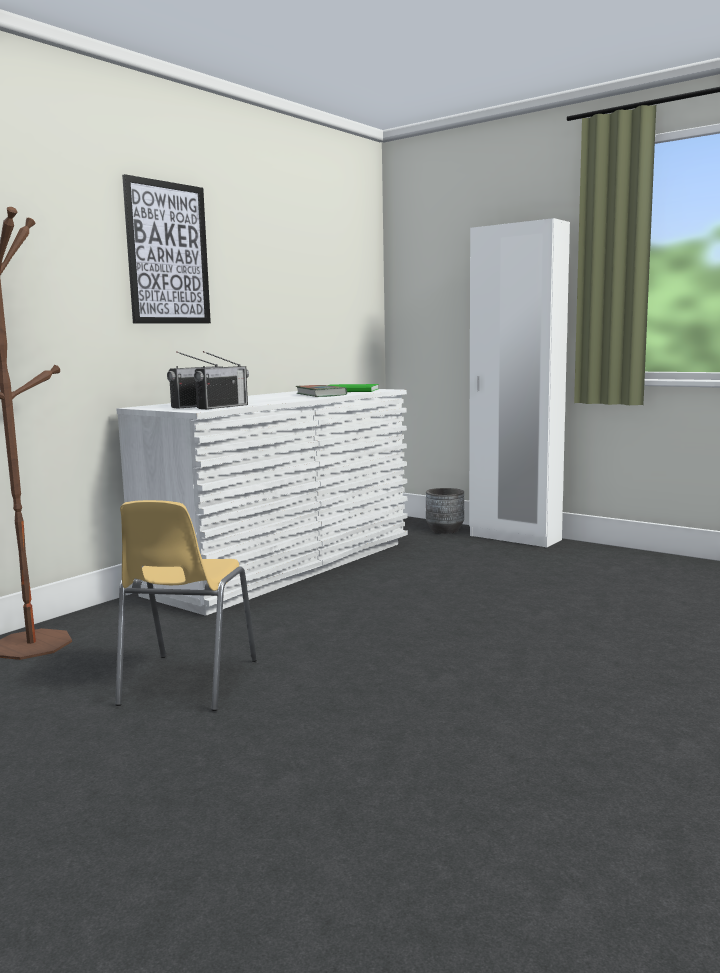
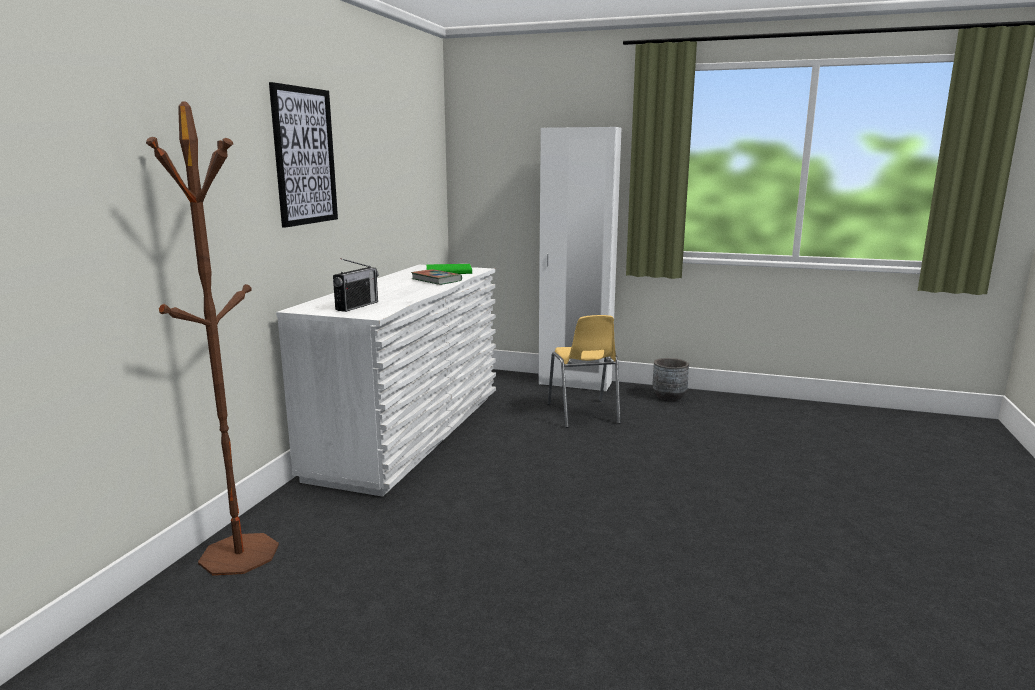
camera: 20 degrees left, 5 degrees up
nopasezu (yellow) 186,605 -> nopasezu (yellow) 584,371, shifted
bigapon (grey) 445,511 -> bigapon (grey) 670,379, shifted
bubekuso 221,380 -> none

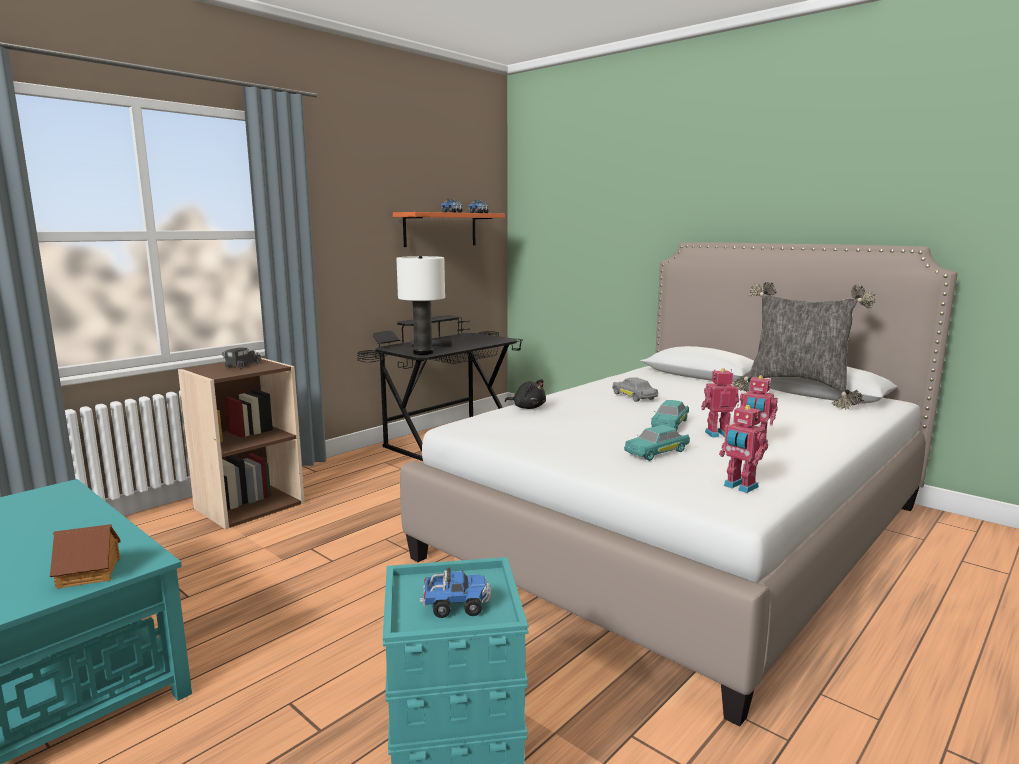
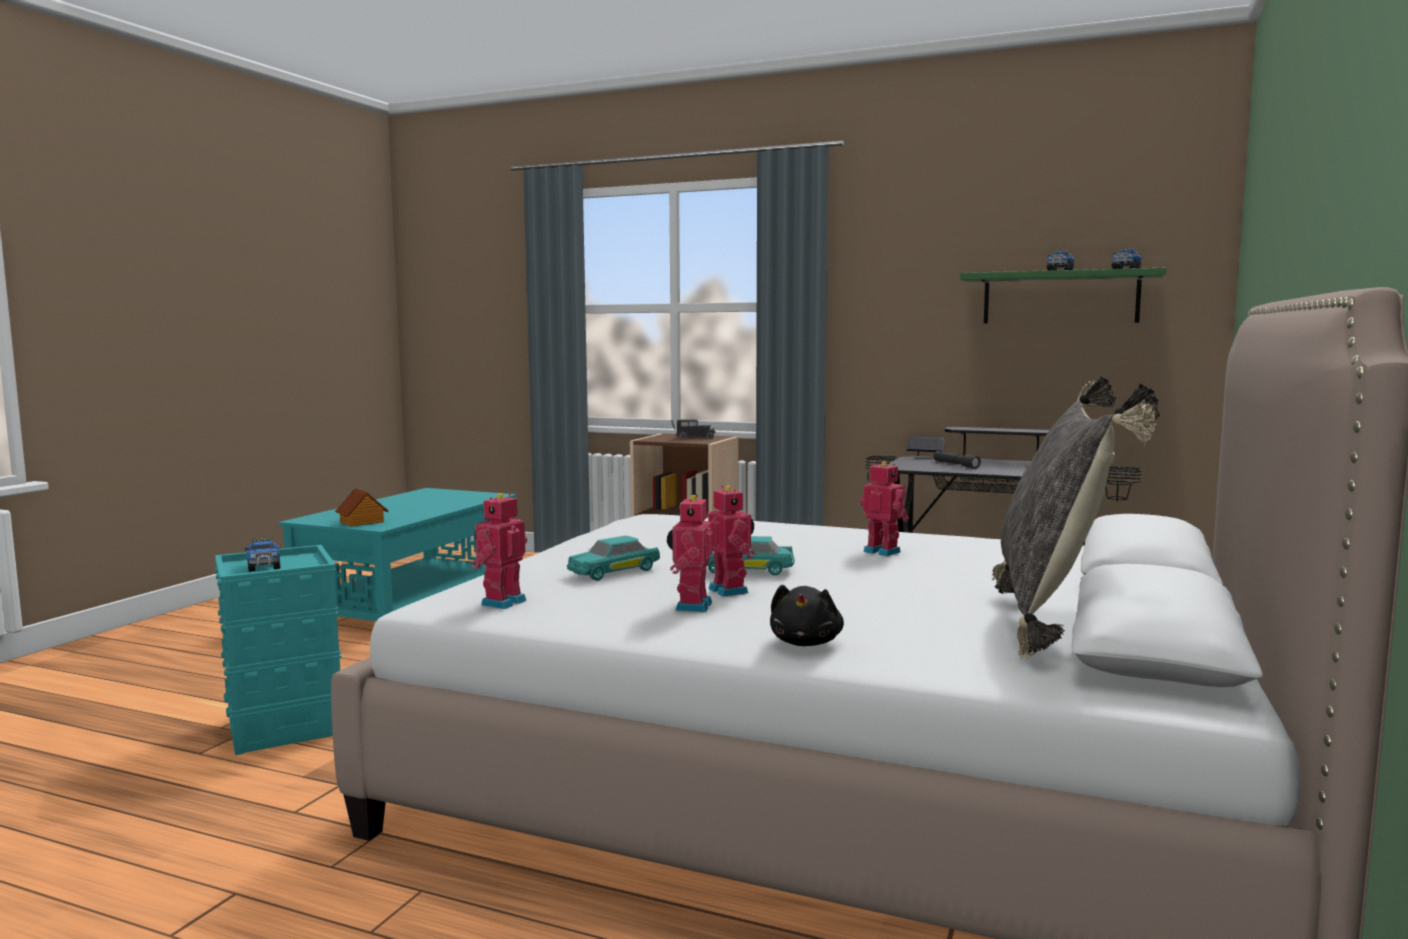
camera: 70 degrees right, 5 degrees down
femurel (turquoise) 657,443 -> femurel (turquoise) 613,558, 75 degrees counterclockwise
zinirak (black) 525,394 -> zinirak (black) 807,615, shifted
femurel (grey) 635,389 -> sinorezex 884,508
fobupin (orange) 449,229 -> fobupin (green) 1063,296
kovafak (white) 420,305 -> none

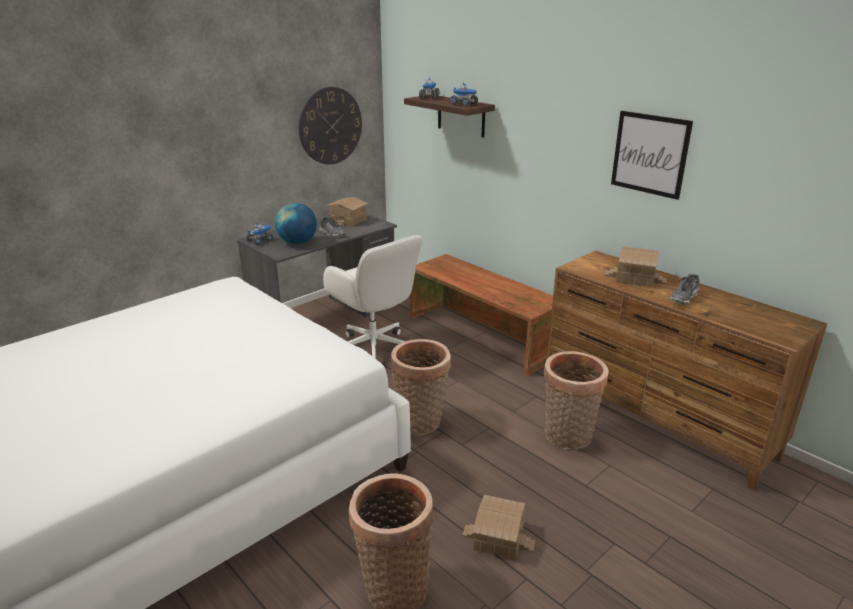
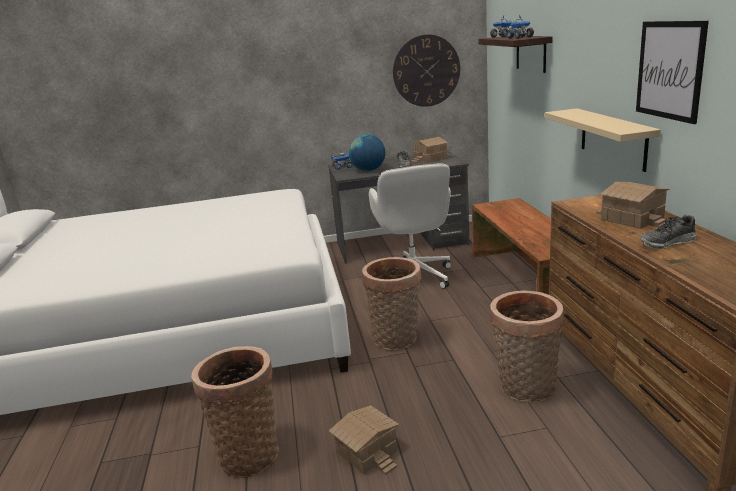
camera: 35 degrees right, 5 degrees down
none -> fobupin (beige) 603,140

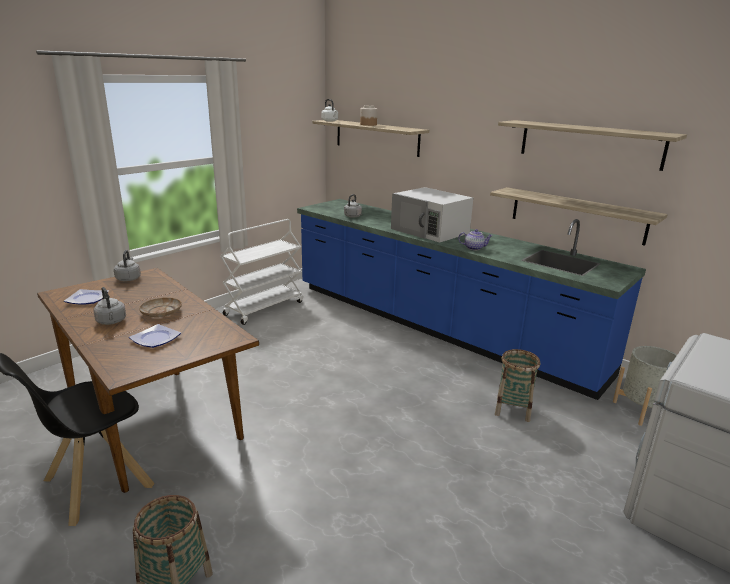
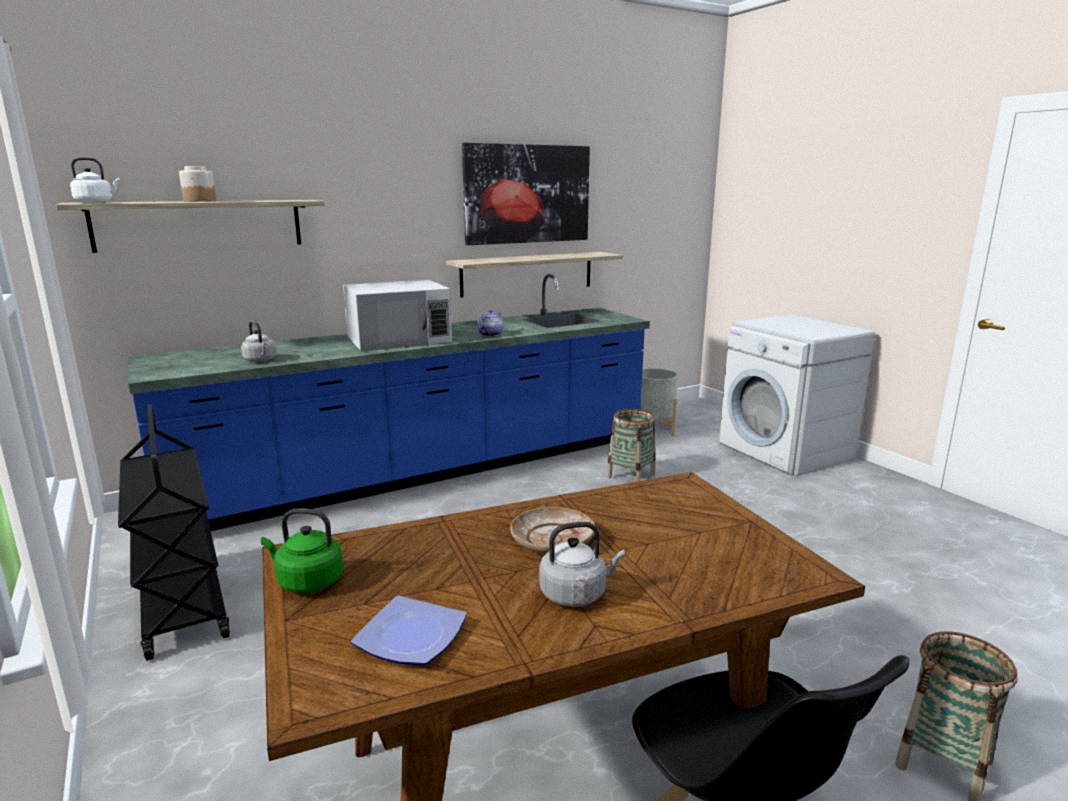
camera: 70 degrees left, 5 degrees down
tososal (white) 261,272 -> tososal (black) 174,532
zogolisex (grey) 127,265 -> zogolisex (green) 302,551
fobupin 592,145 -> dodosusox 526,194
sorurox 155,336 -> none

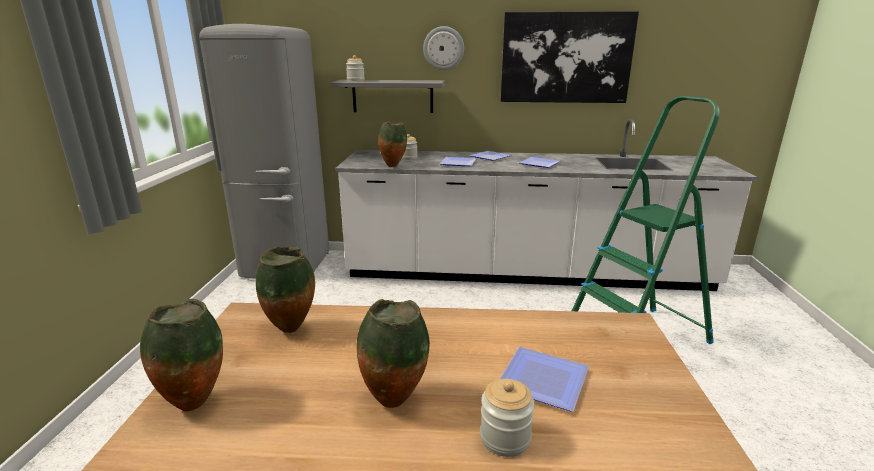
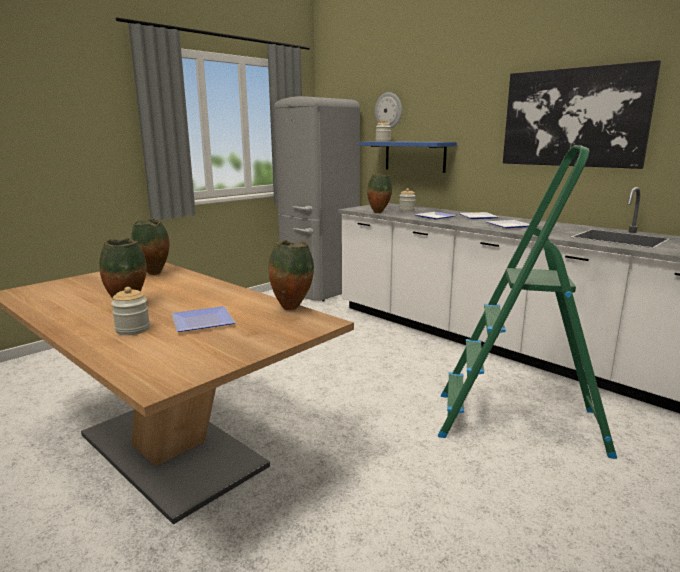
camera: 40 degrees right, 5 degrees down
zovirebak 181,355 -> zovirebak 291,275, shifted
fobupin (grey) 387,96 -> fobupin (blue) 408,157
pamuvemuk 443,48 -> pamuvemuk 388,110, shifted

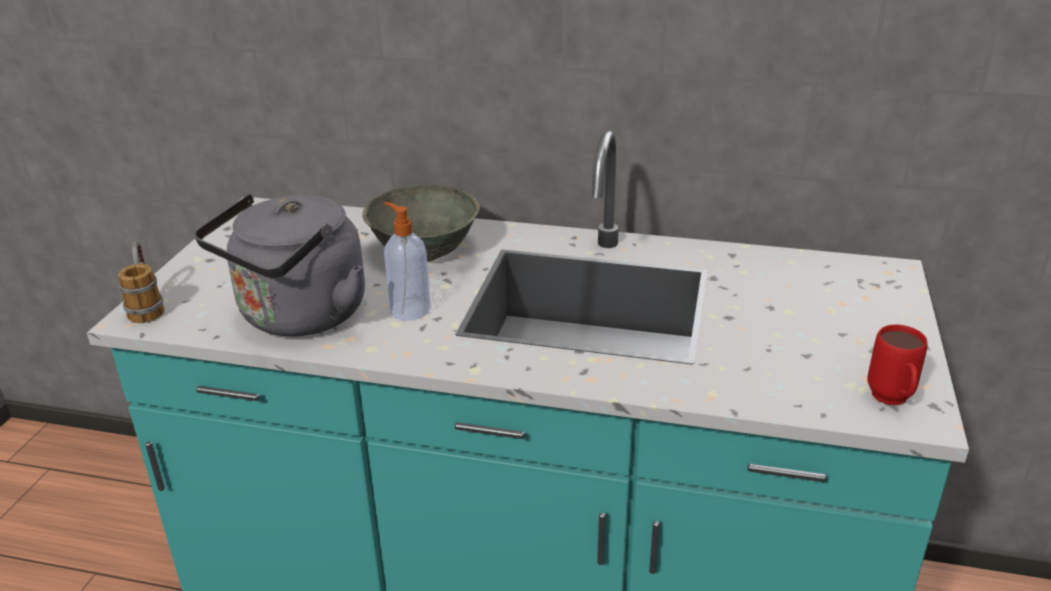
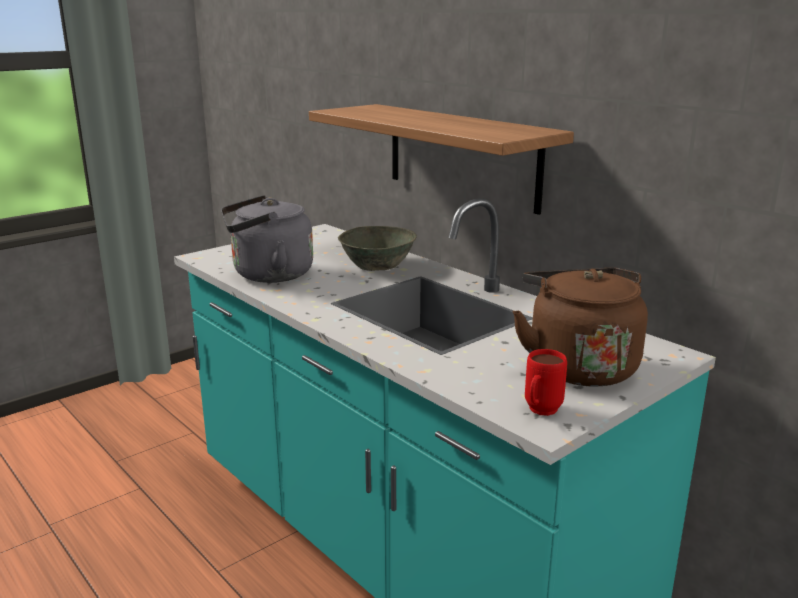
camera: 35 degrees right, 10 degrees down
none -> fobupin 441,159
none -> zogolisex (brown) 580,327
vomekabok 141,282 -> none
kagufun 407,261 -> none

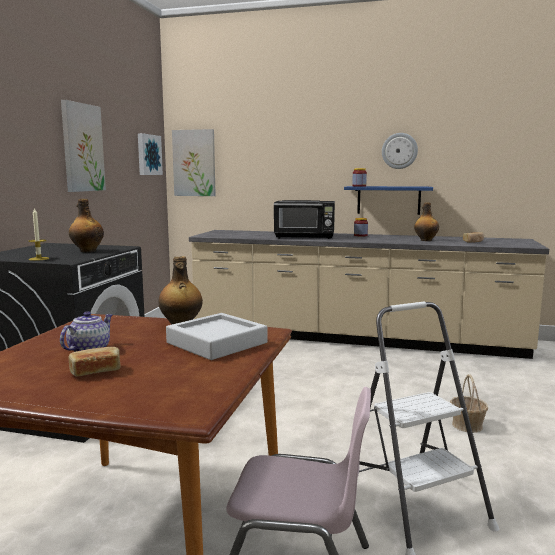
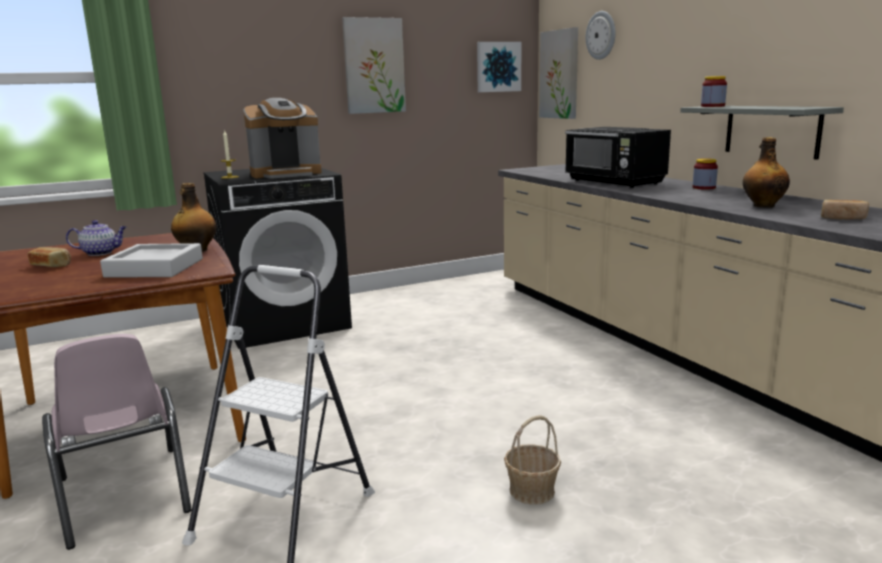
camera: 50 degrees right, 5 degrees up
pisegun 86,225 -> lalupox 282,138
pamuvemuk 400,151 -> pamuvemuk 601,35, shifted
fobupin (blue) 388,200 -> fobupin (grey) 762,133

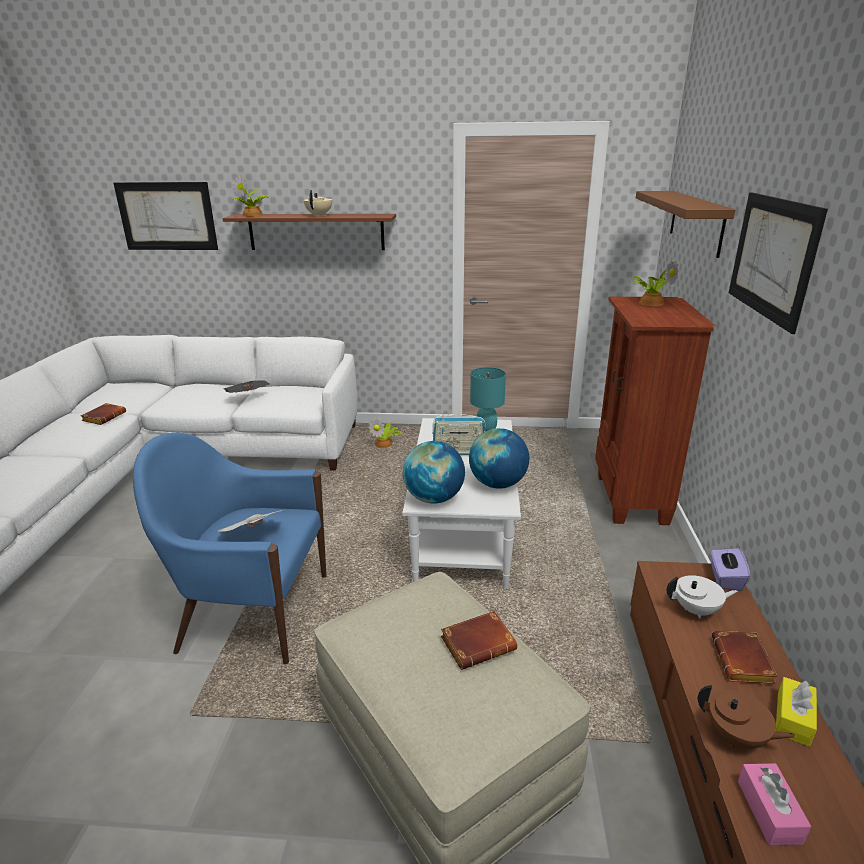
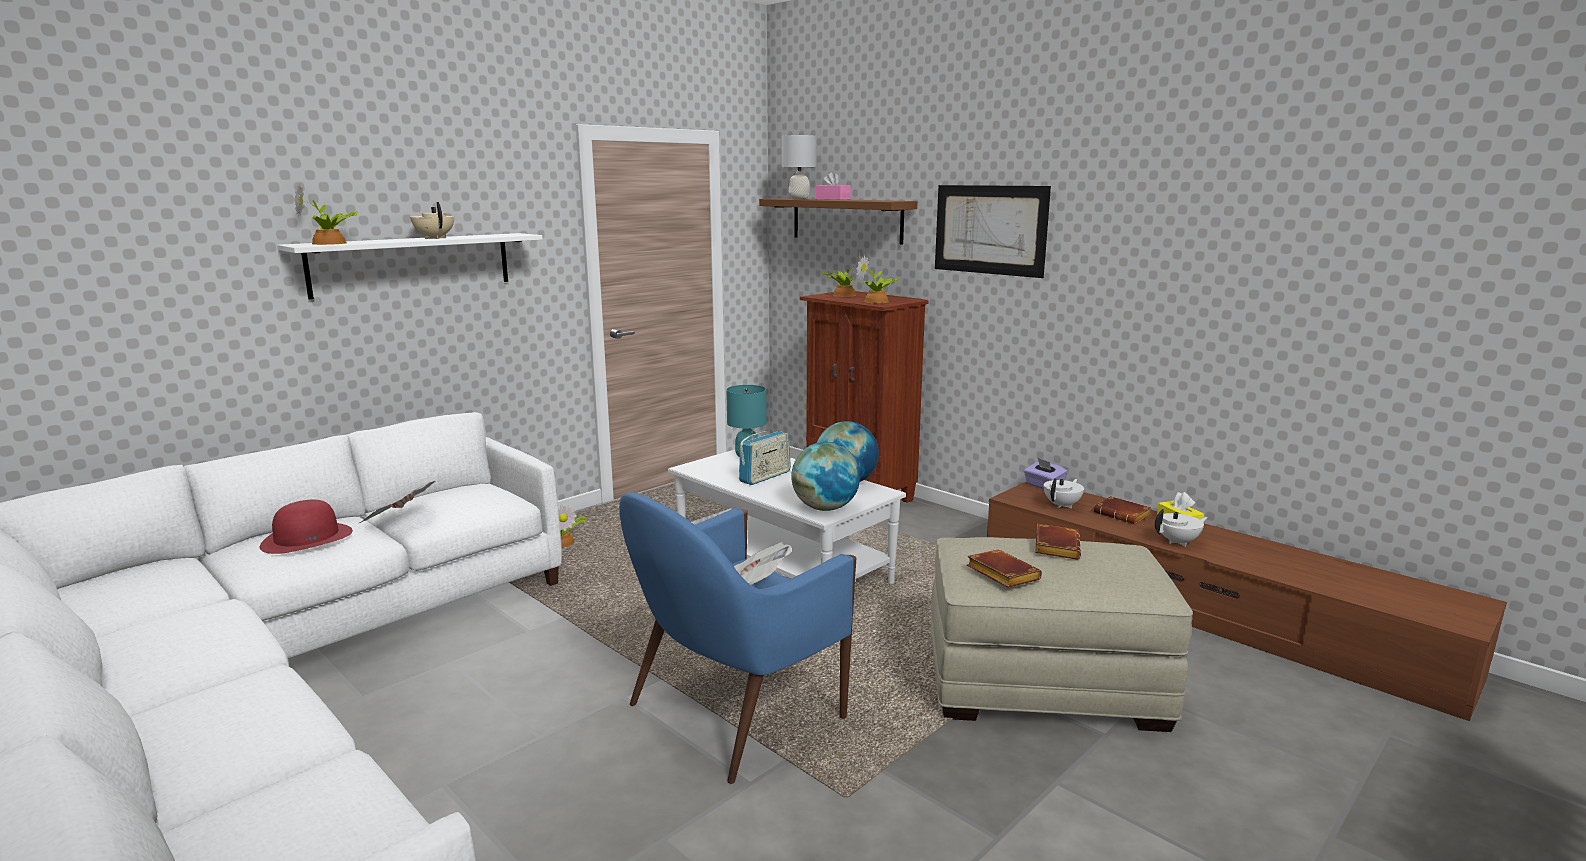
camera: 50 degrees left, 10 degrees down
none -> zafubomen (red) 306,527
fobupin (brown) 309,232 -> fobupin (white) 409,266
none -> kovafak (grey) 799,167
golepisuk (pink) 774,804 -> golepisuk (pink) 833,185, shifted
none -> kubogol 879,279
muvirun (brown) 103,414 -> muvirun (brown) 1004,569, shifted
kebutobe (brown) 747,717 -> kebutobe (white) 1181,528
dodosusox 165,216 -> none

